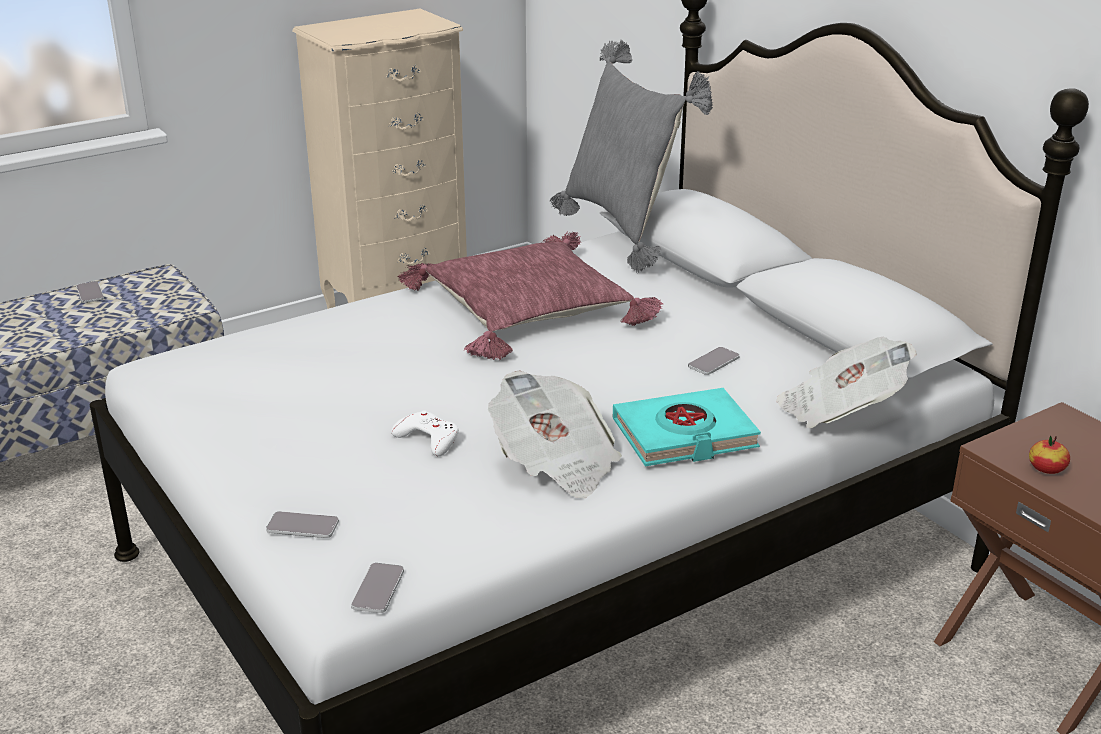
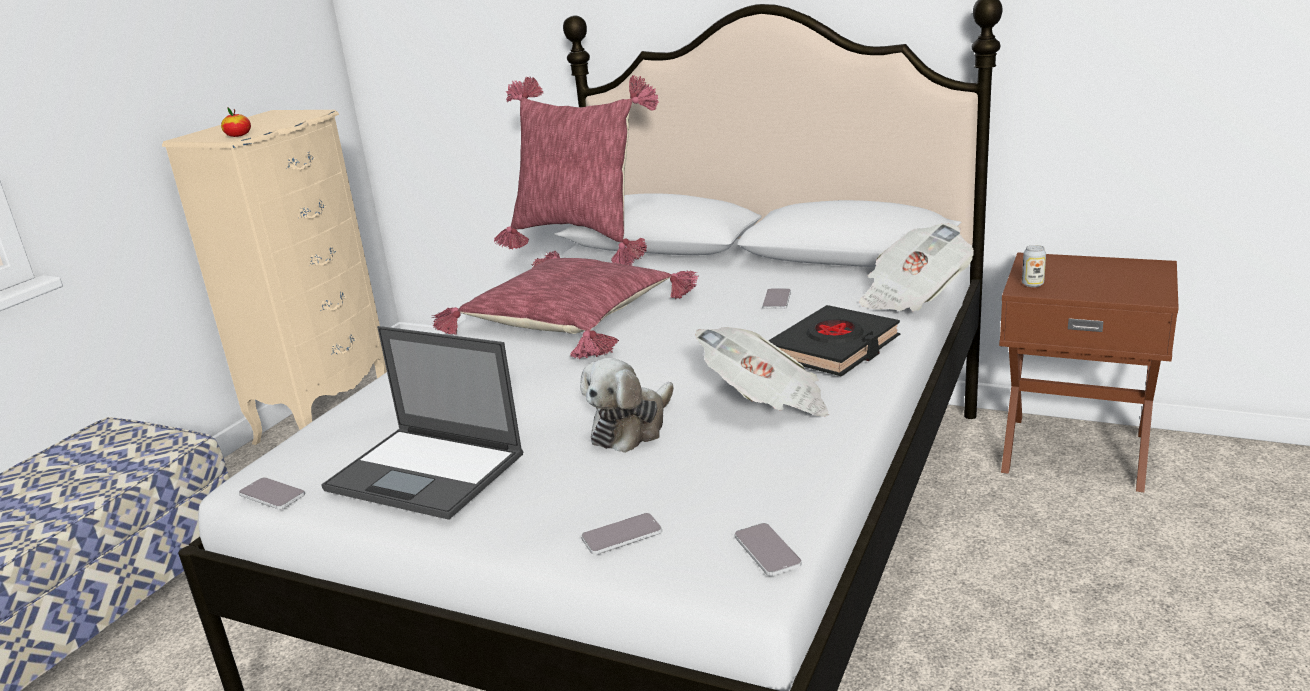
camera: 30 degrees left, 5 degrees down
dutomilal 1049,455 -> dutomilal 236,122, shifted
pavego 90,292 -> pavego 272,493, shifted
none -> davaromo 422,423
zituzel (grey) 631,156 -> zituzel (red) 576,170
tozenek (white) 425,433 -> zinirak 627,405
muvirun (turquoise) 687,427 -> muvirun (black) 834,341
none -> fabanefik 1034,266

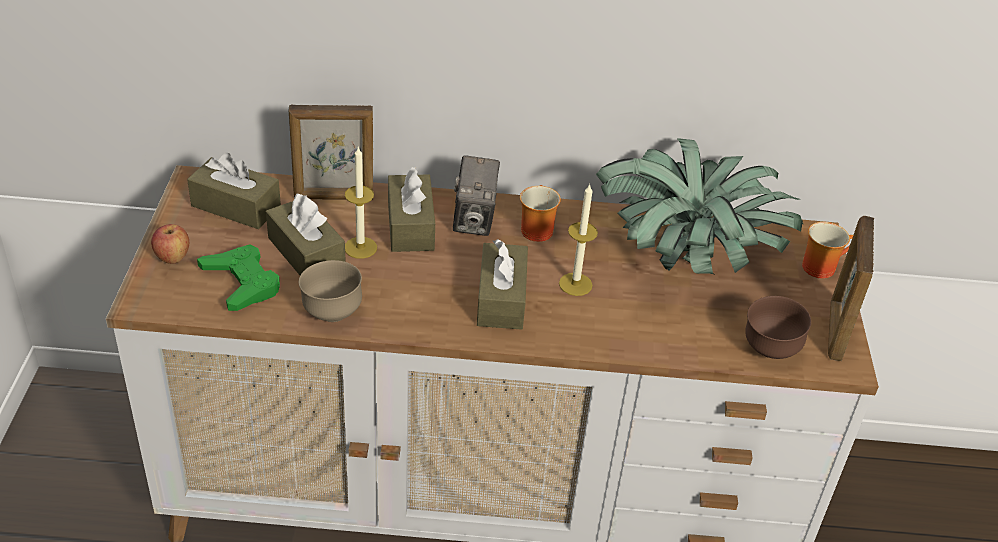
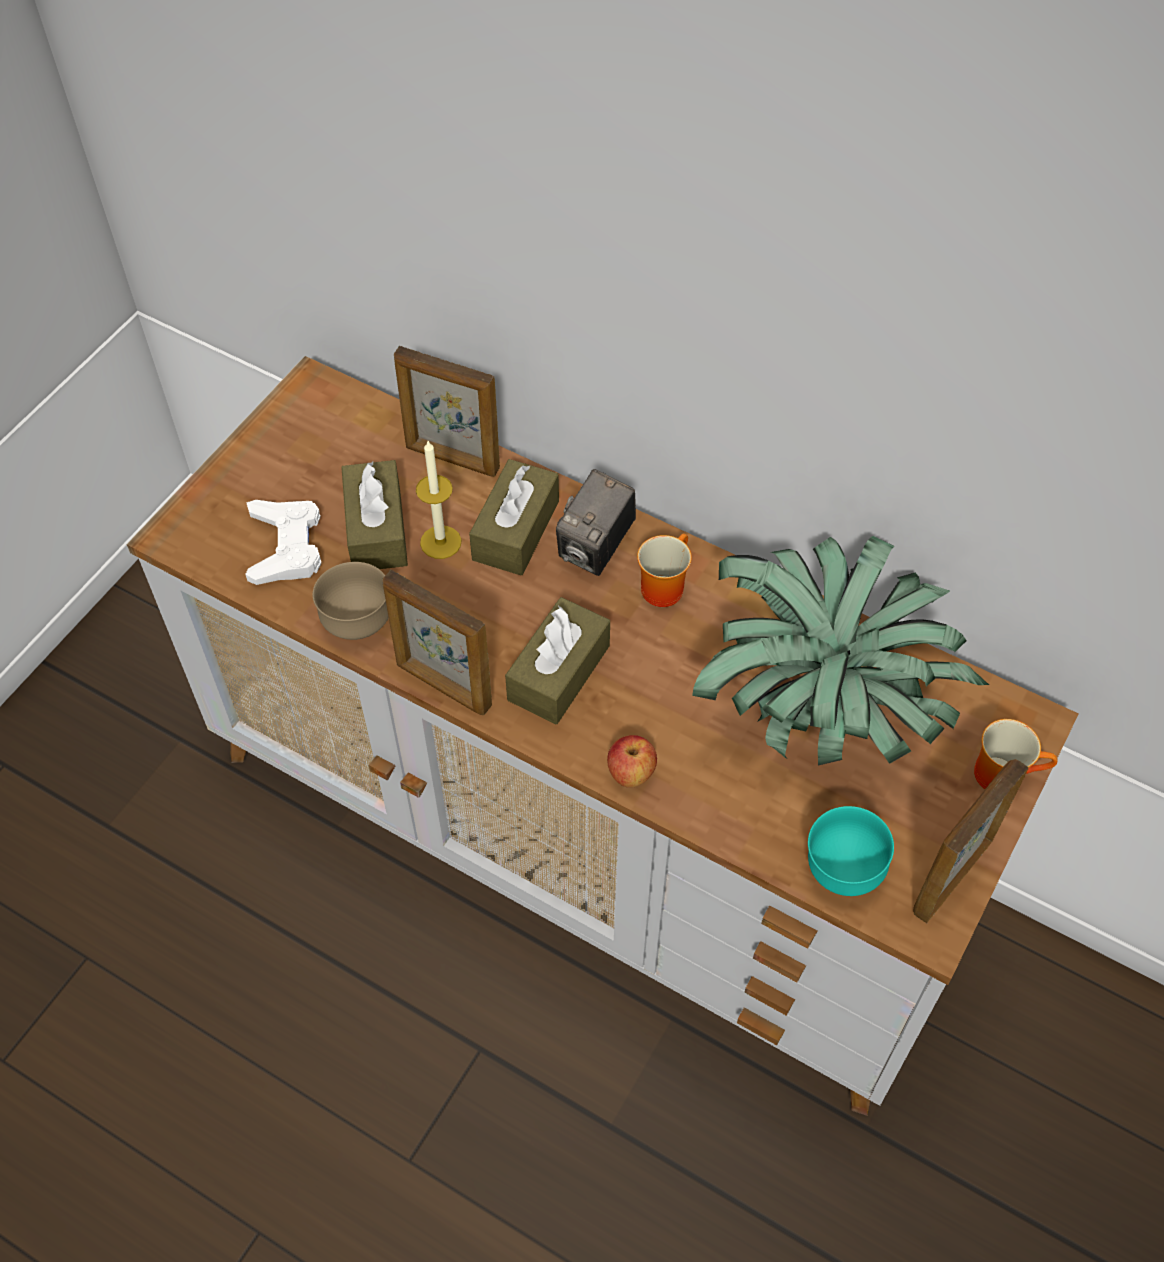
camera: 30 degrees right, 15 degrees up
tozenek (green) 238,277 -> tozenek (white) 283,542
none -> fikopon 437,642
dutomilal 170,244 -> dutomilal 632,761, shifted
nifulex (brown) 778,327 -> nifulex (turquoise) 851,851
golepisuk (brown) 234,191 -> none
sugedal 578,240 -> none

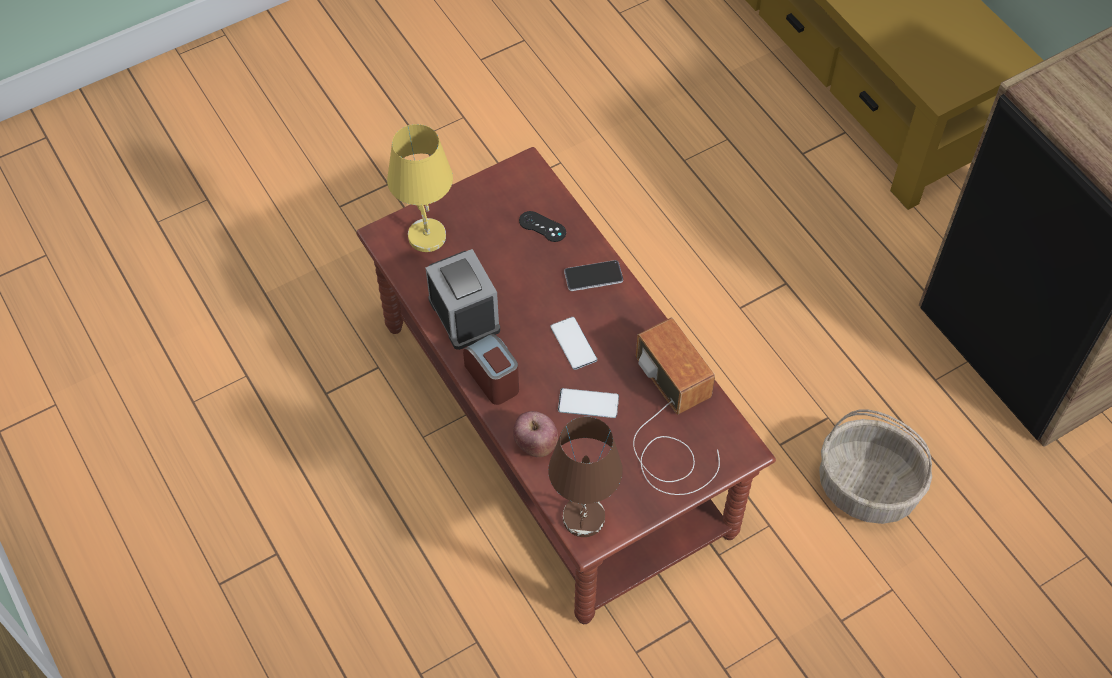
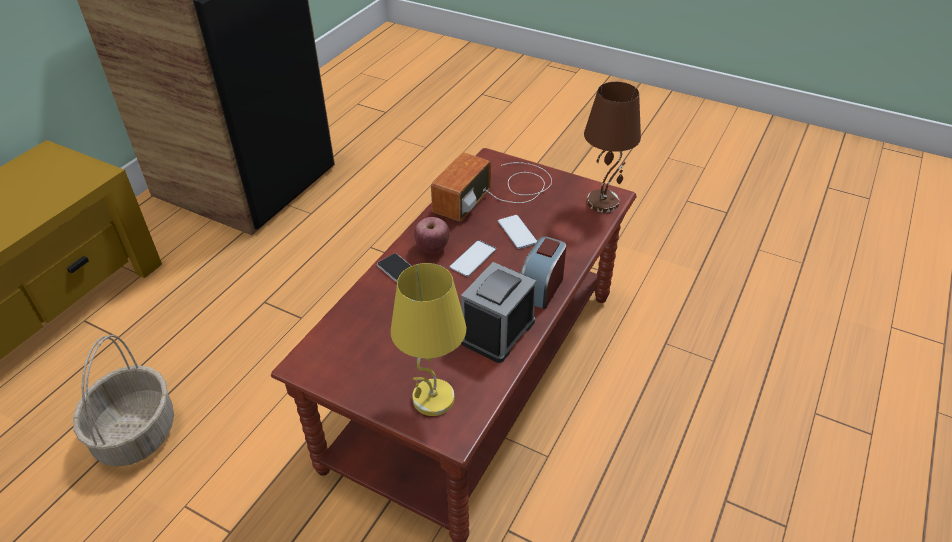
camera: 120 degrees left, 15 degrees down
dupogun 875,467 -> dupogun 123,401, shifted
dutomilal 535,434 -> dutomilal 432,235, shifted
tozenek (black) 542,226 -> none

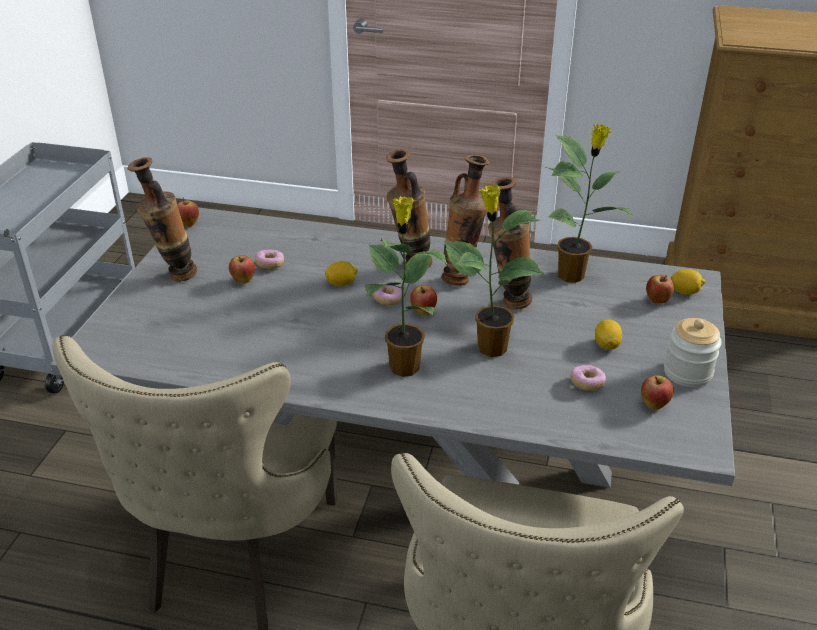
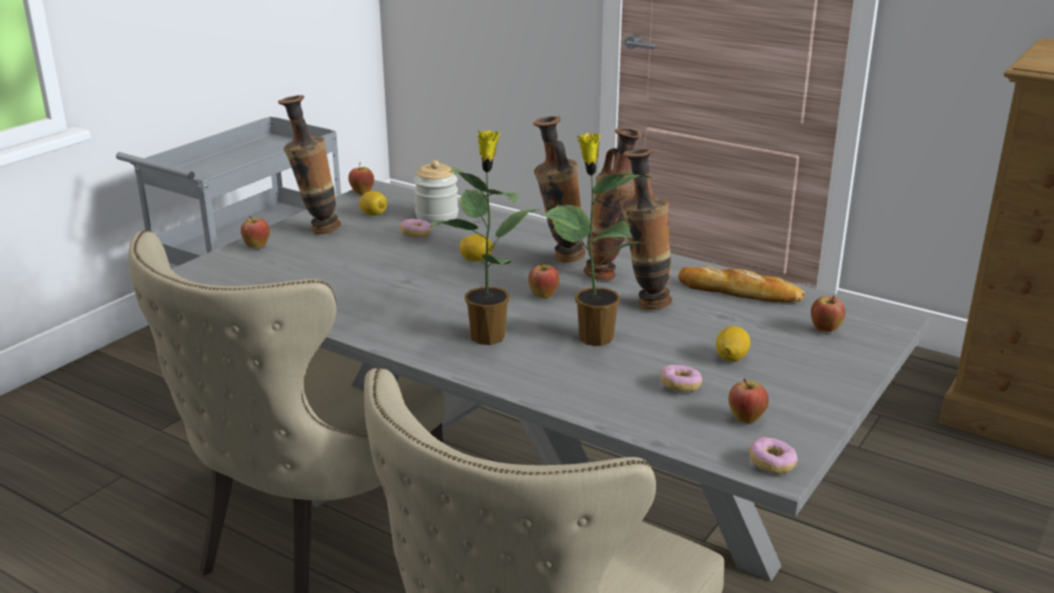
camera: 20 degrees right, 10 degrees down
dutomilal 242,269 -> dutomilal 255,232, shifted
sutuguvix 688,281 -> sutuguvix 373,203, shifted
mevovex 693,352 -> mevovex 436,191, shifted
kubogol 589,203 -> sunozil 741,284
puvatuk 388,294 -> puvatuk 773,455, shifted

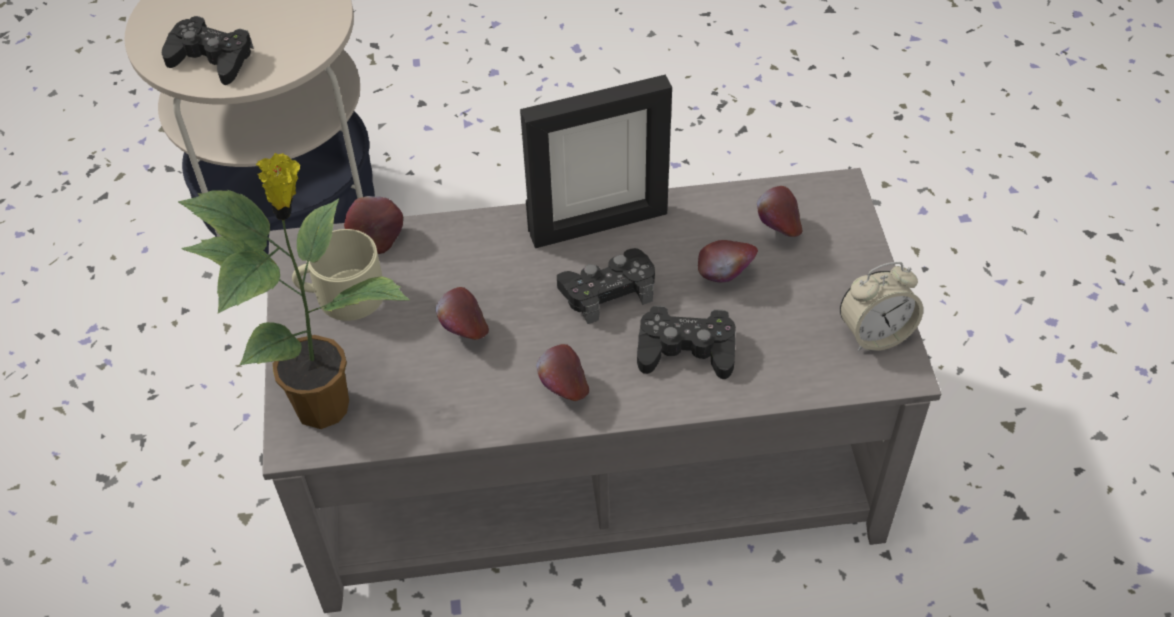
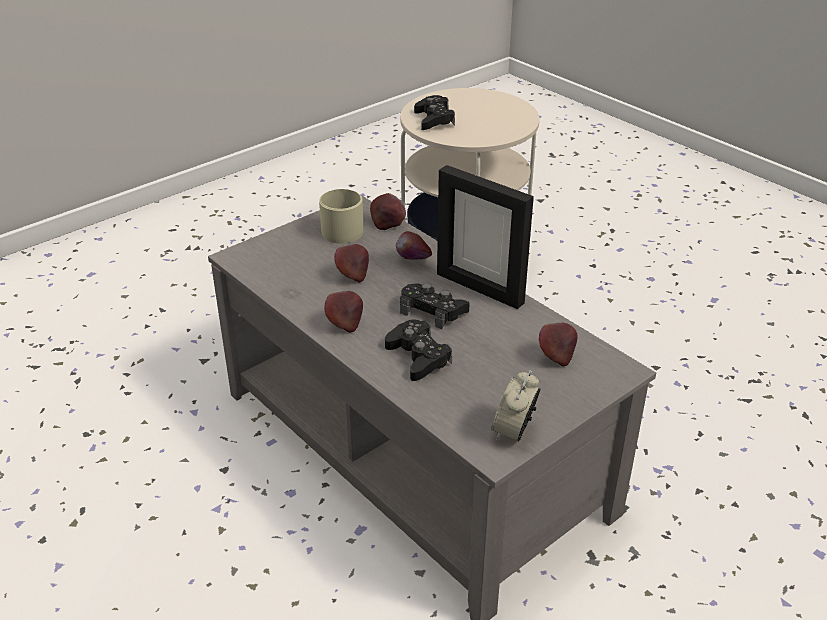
camera: 55 degrees right, 15 degrees down
dutomilal 728,261 -> dutomilal 414,245, shifted
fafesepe 881,306 -> fafesepe 516,406, 75 degrees clockwise
kubogol 294,291 -> none

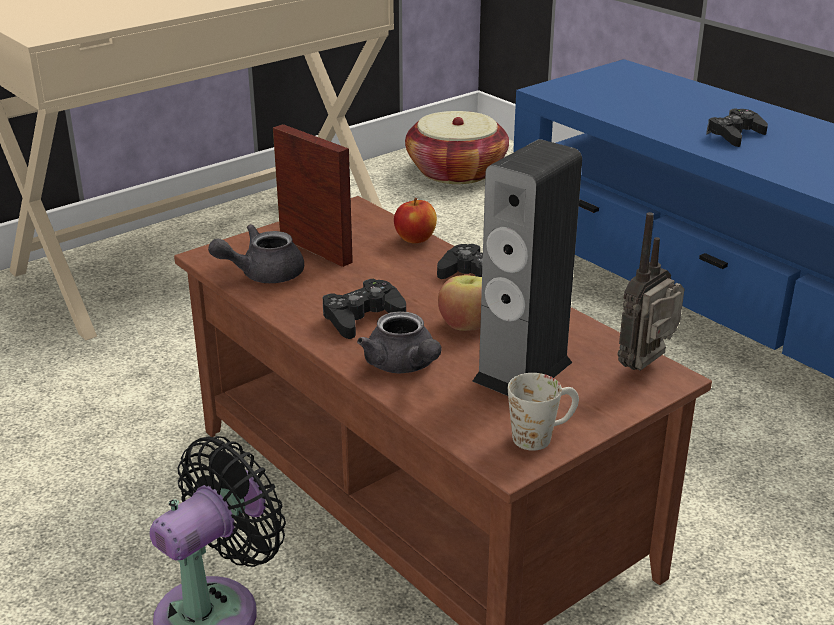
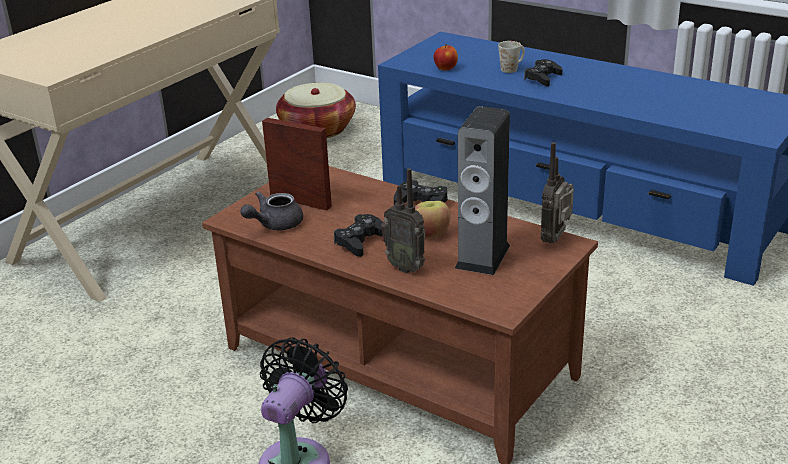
camera: 15 degrees left, 0 degrees up
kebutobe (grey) 399,342 -> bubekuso 403,220
dutomilal 415,220 -> dutomilal 446,57, shifted
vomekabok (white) 543,412 -> vomekabok (white) 511,57, shifted

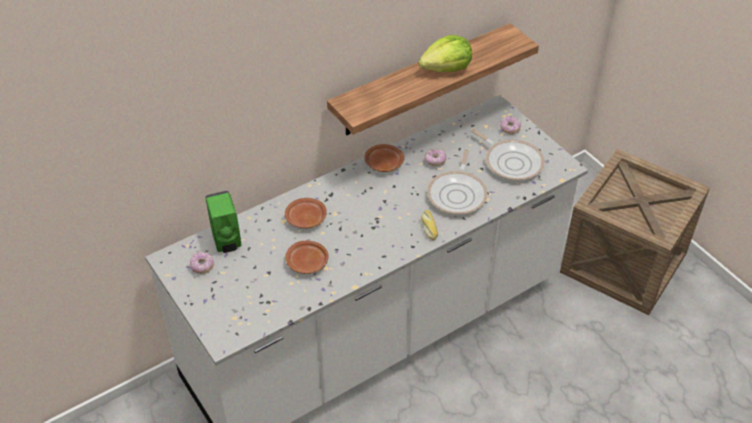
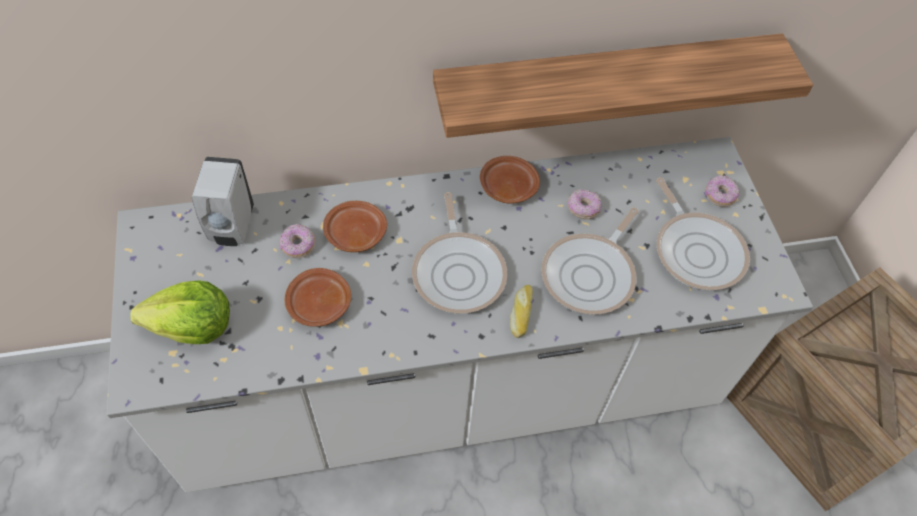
camera: 20 degrees right, 10 degrees up
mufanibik 445,53 -> mufanibik 180,312, shifted
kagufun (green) 223,222 -> kagufun (white) 223,201
puvatuk 202,263 -> puvatuk 297,241, shifted
none -> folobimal 460,252

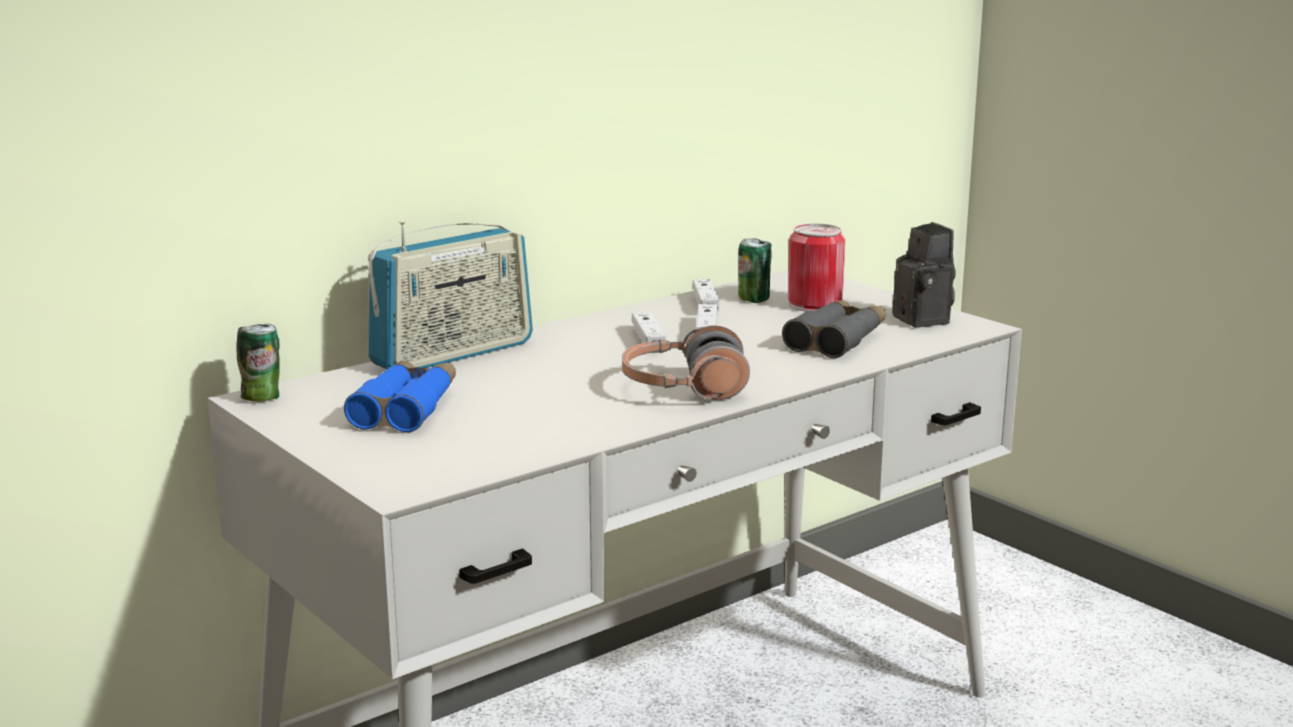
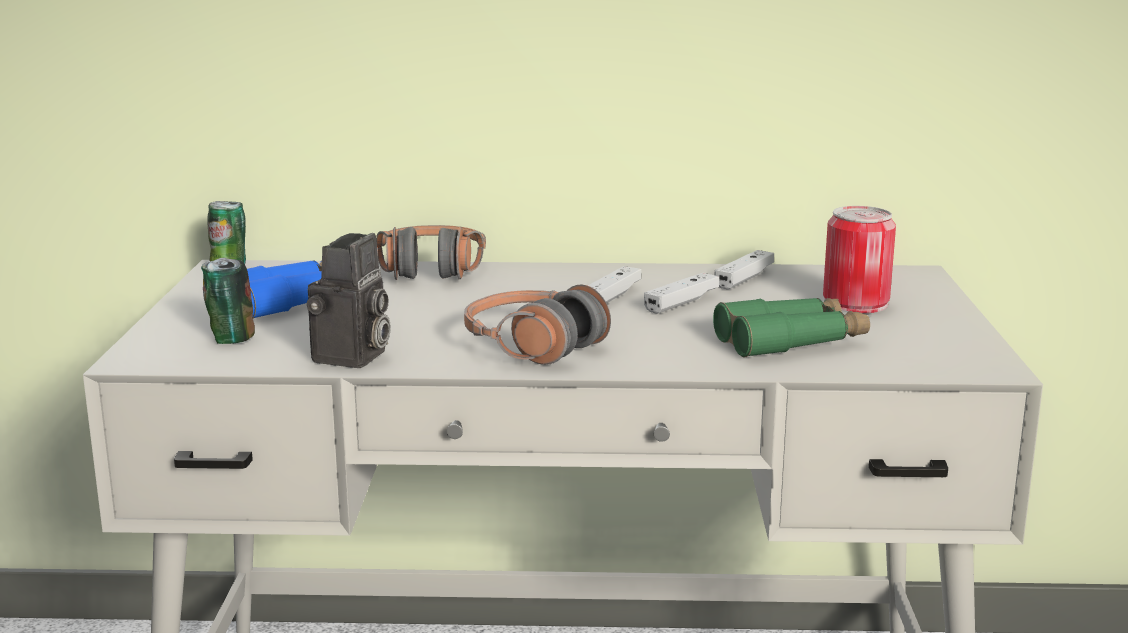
camera: 40 degrees right, 0 degrees up
fabanefik 755,270 -> fabanefik 228,301, shifted
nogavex 924,275 -> nogavex 348,300, shifted
bubekuso 450,294 -> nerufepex 431,252
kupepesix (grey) 834,329 -> kupepesix (green) 791,328

